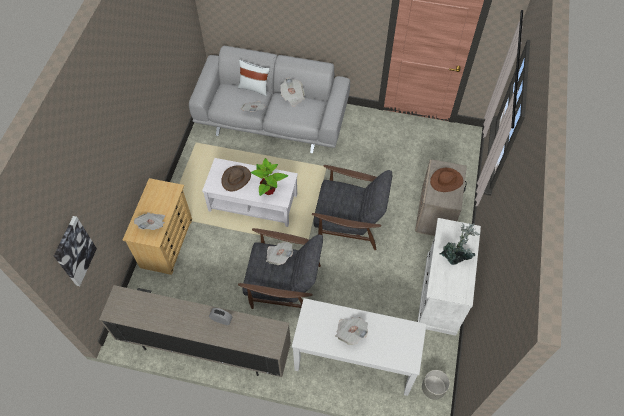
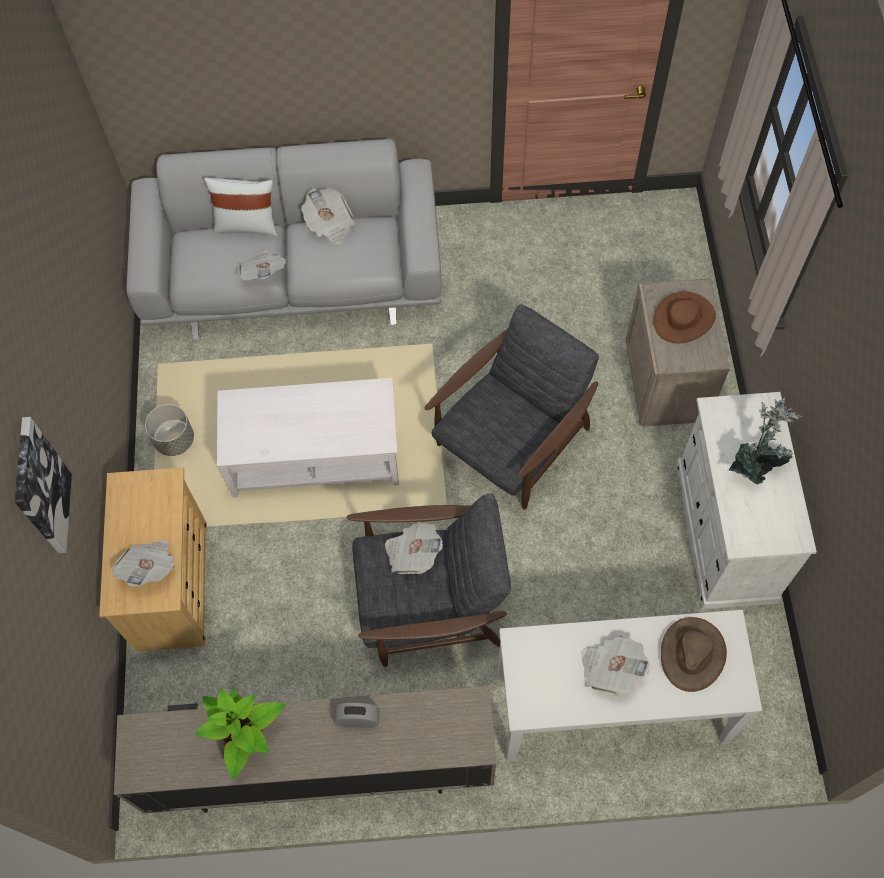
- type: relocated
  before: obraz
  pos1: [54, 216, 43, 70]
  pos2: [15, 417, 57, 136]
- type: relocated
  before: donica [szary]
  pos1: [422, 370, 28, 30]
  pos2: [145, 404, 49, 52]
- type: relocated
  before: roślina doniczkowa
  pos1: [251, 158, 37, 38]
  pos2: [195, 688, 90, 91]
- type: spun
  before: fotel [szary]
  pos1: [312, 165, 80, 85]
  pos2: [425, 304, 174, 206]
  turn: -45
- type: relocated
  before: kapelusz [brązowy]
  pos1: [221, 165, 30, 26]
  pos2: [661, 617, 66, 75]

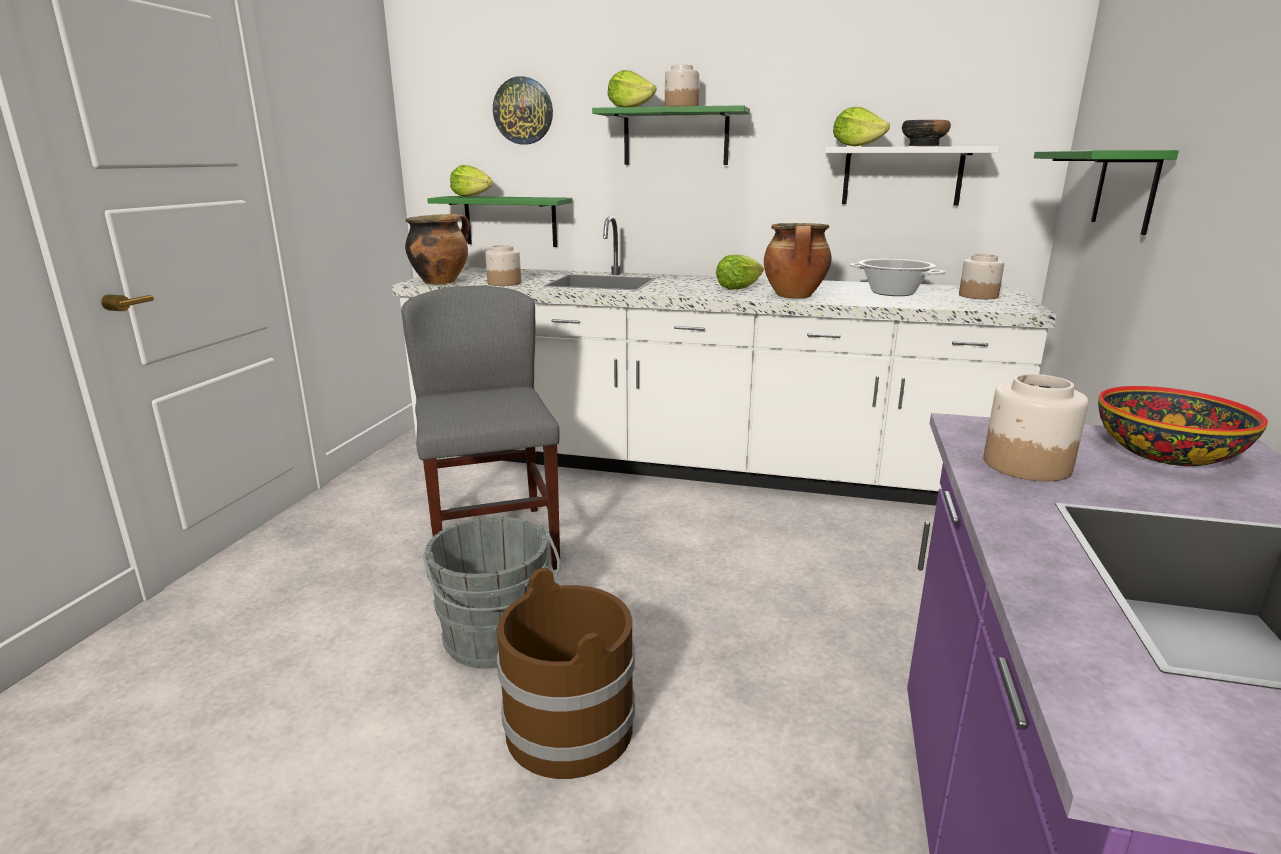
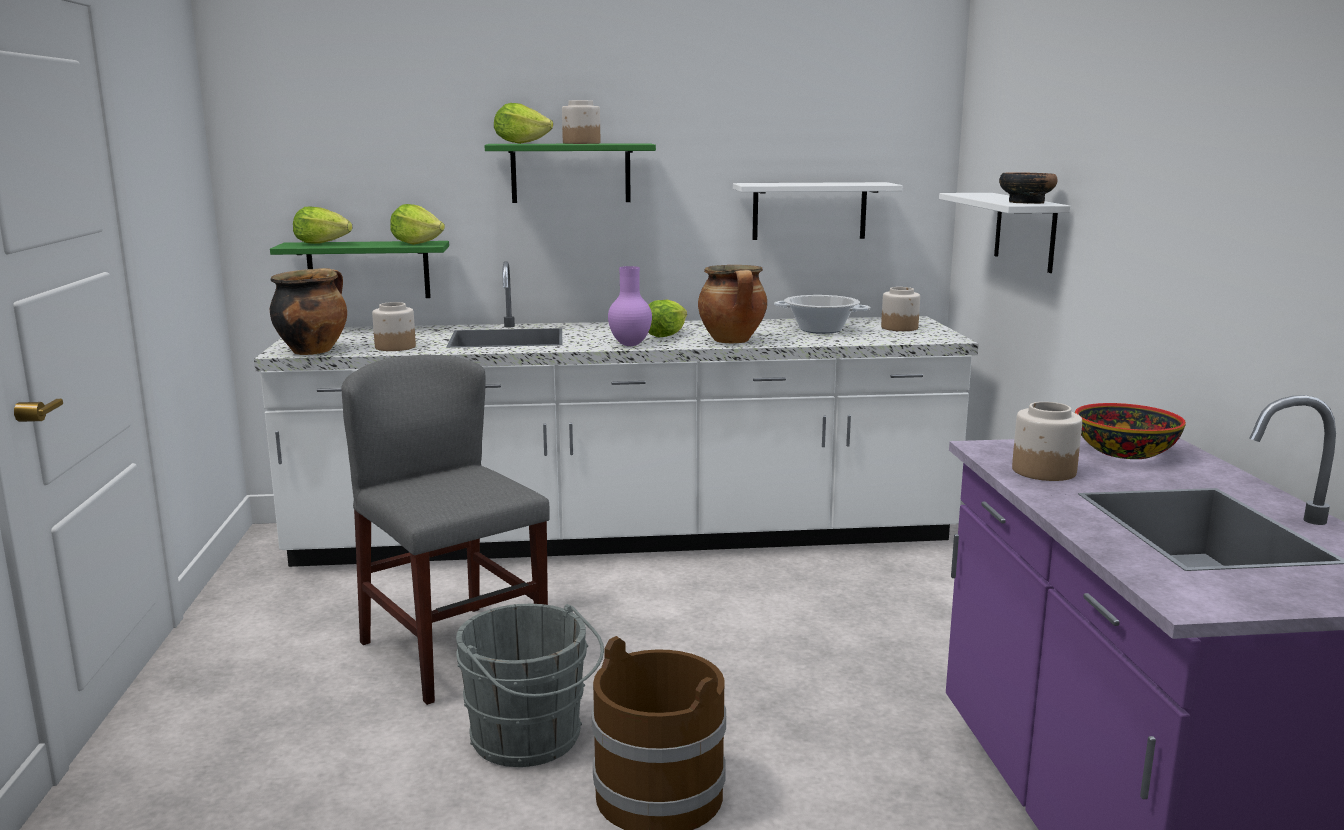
- type: relocated
  before: sałata
  pos1: [833, 107, 57, 39]
  pos2: [390, 204, 55, 41]
- type: appeared
  after: wazon [fioletowy]
  pos2: [608, 266, 44, 80]
- type: colour
  before: półka [zielony]
  after: półka [biały]
  pos1: [1034, 150, 145, 85]
  pos2: [939, 193, 131, 80]
- type: relocated
  before: miska
  pos1: [902, 120, 49, 26]
  pos2: [999, 172, 59, 32]
- type: missing
  before: zegar ścienny
  pos1: [493, 76, 60, 69]

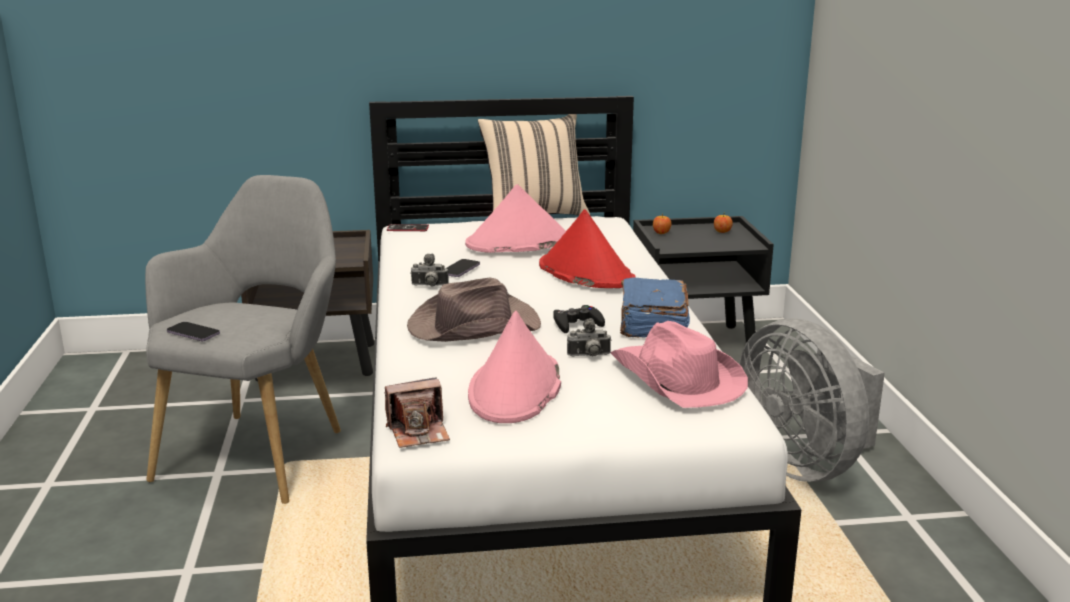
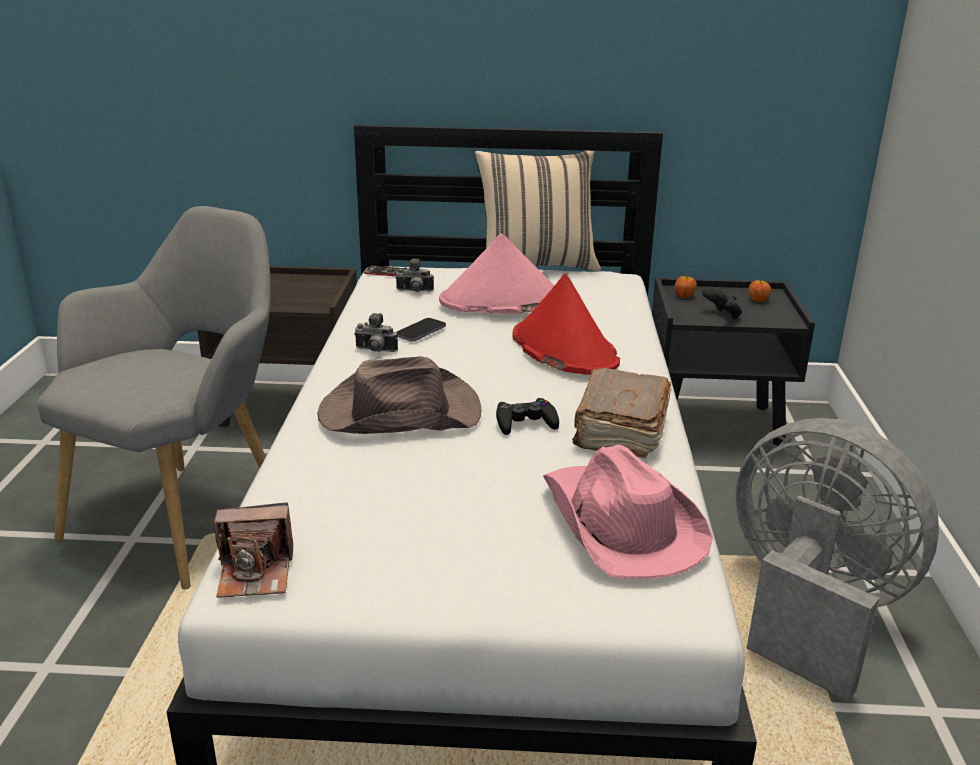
- type: relocated
  before: aparat fotograficzny
  pos1: [567, 318, 44, 38]
  pos2: [395, 259, 39, 33]
- type: colour
  before: książka [niebieski]
  after: książka [brązowy]
  pos1: [620, 278, 70, 60]
  pos2: [572, 368, 99, 90]
- type: appeared
  after: pad do gier [czarny]
  pos2: [702, 288, 40, 31]
- type: spun
  before: wentylator [szary]
  pos1: [739, 318, 146, 164]
  pos2: [735, 418, 204, 283]
  turn: 150
- type: missing
  before: telefon
  pos1: [167, 322, 53, 19]
- type: missing
  before: kapelusz [różowy]
  pos1: [468, 311, 93, 112]

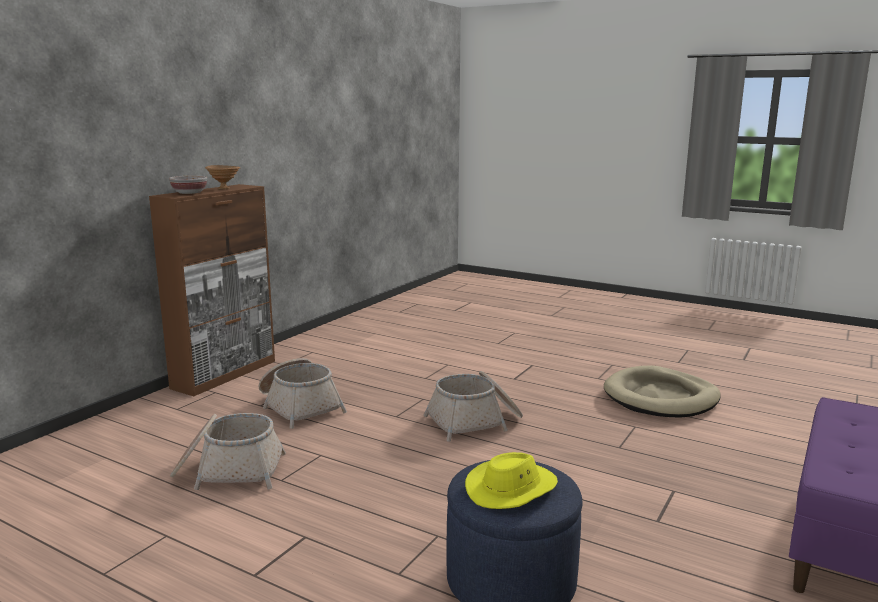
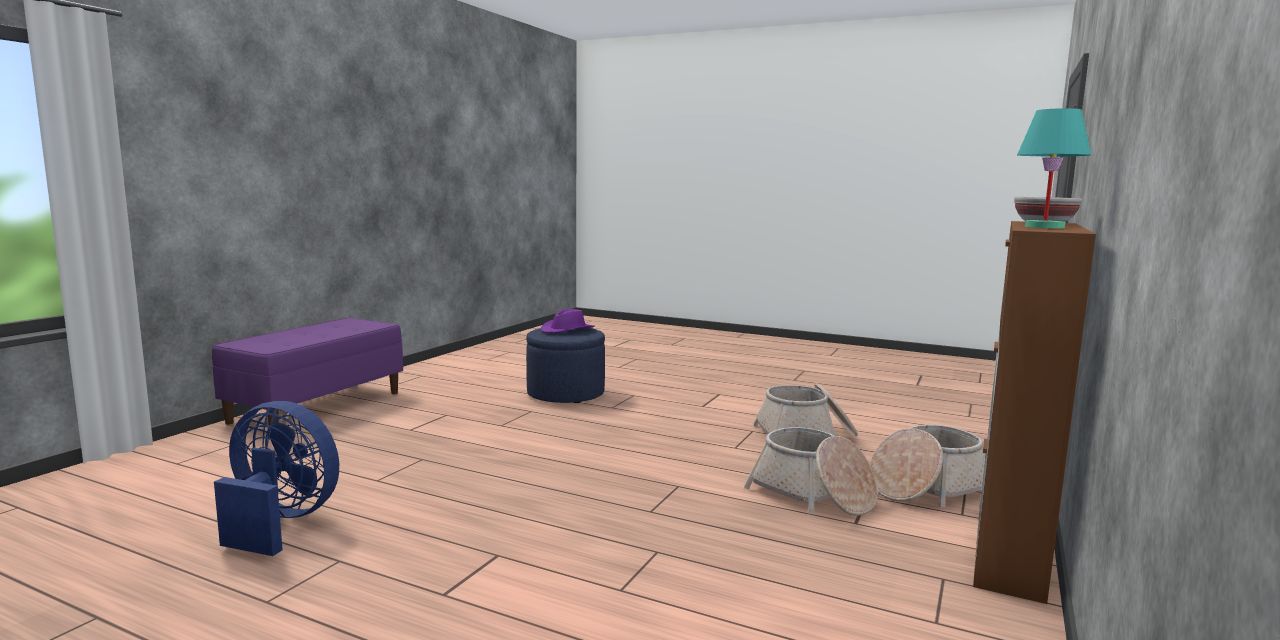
- type: exchanged
  before: legowisko [beżowy]
  after: wentylator [niebieski]
  pos1: [604, 365, 117, 53]
  pos2: [214, 401, 125, 155]
- type: colour
  before: kapelusz [żółty]
  after: kapelusz [fioletowy]
  pos1: [465, 452, 93, 57]
  pos2: [541, 309, 54, 24]
- type: relocated
  before: koszyk
  pos1: [424, 371, 99, 71]
  pos2: [870, 425, 115, 83]
- type: exchanged
  before: miska [brązowy]
  after: lampa stołowa [turkusowy]
  pos1: [205, 165, 35, 24]
  pos2: [1017, 108, 74, 120]

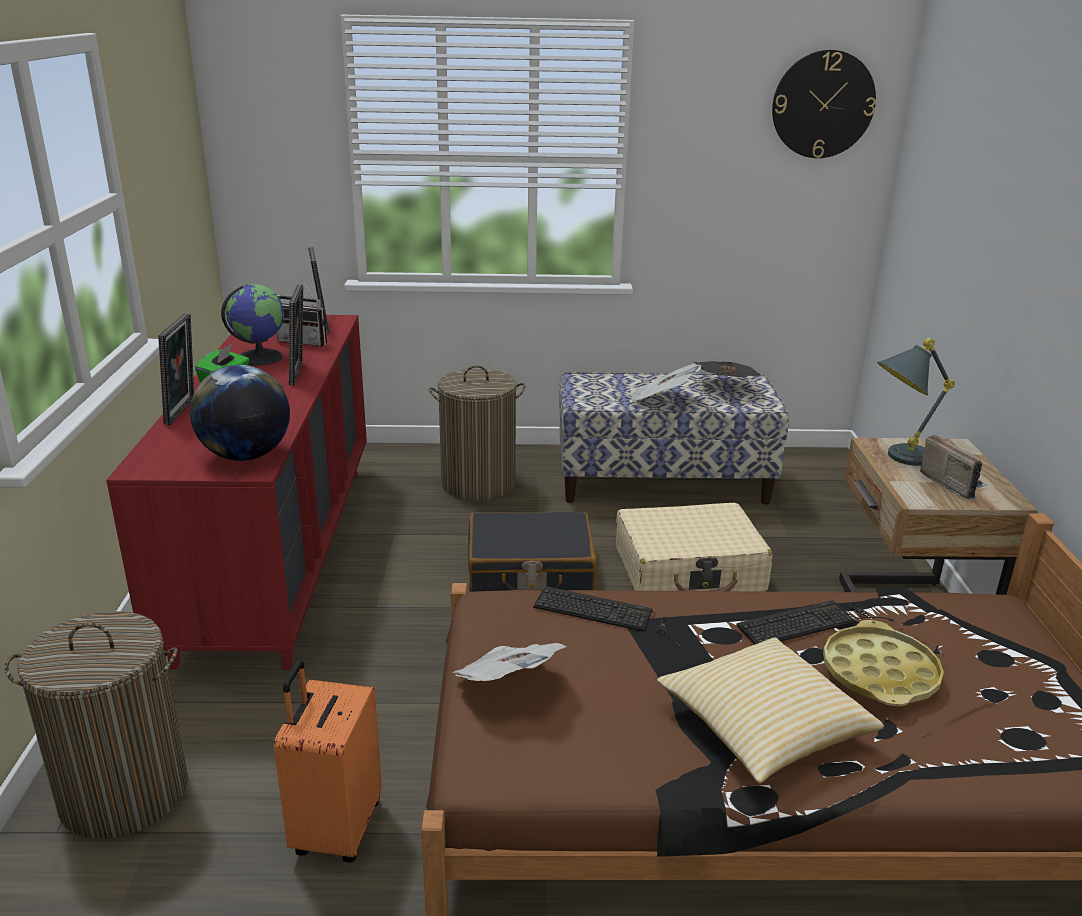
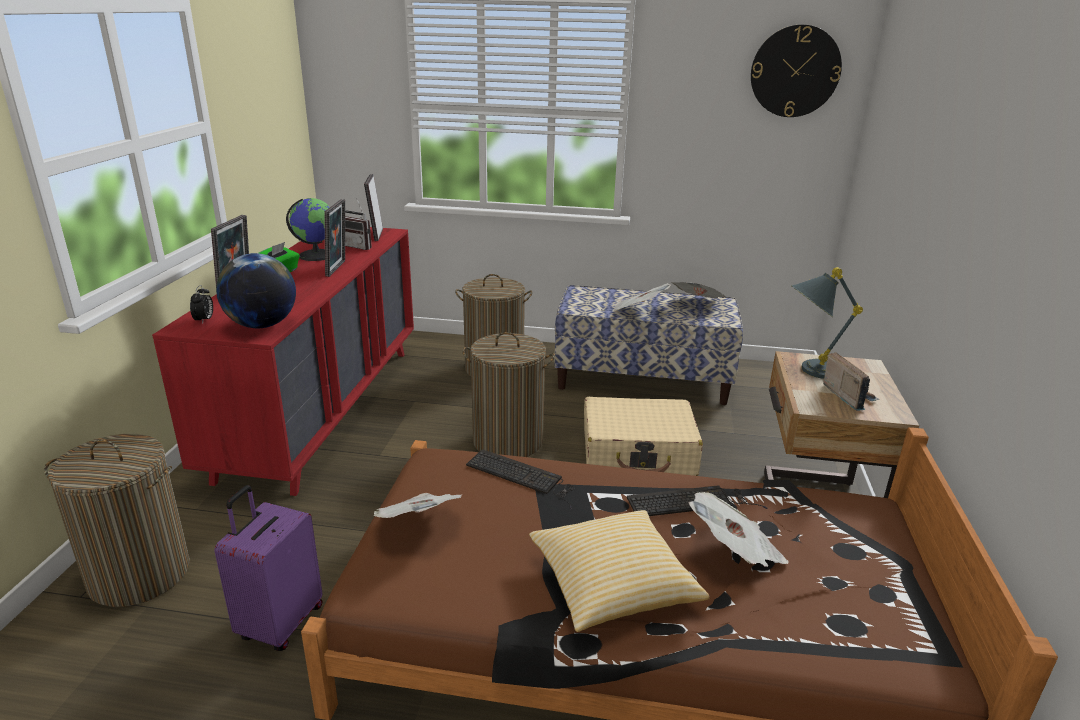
- type: appeared
  after: budzik
  pos2: [190, 285, 23, 39]
- type: colour
  before: walizka [pomarańczowy]
  after: walizka [fioletowy]
  pos1: [274, 660, 108, 203]
  pos2: [214, 485, 108, 166]
- type: exchanged
  before: walizka [czarny]
  after: kosz na pranie
  pos1: [468, 512, 129, 80]
  pos2: [462, 332, 93, 125]
- type: exchanged
  before: taca [żółty]
  after: gazeta
  pos1: [823, 620, 121, 86]
  pos2: [688, 492, 100, 75]

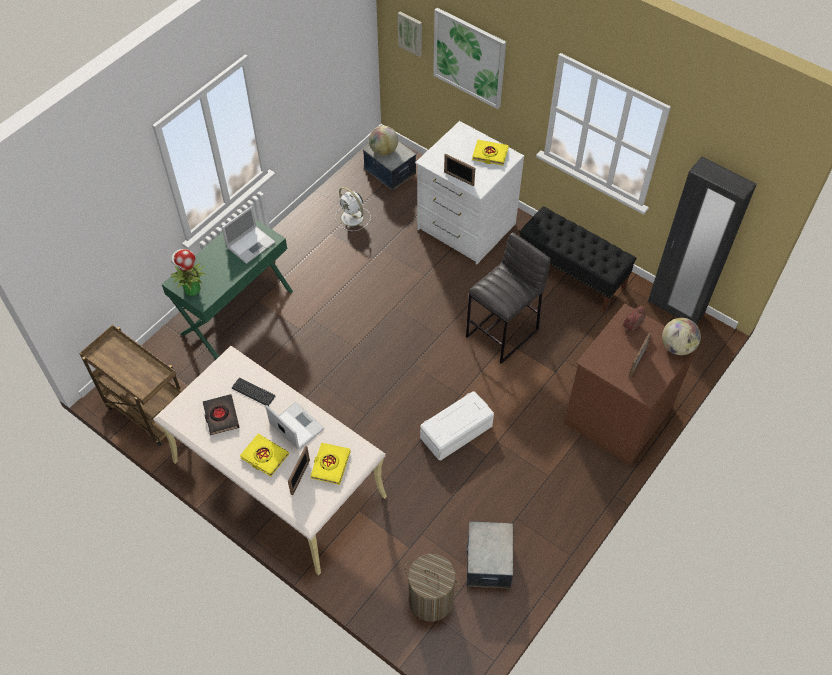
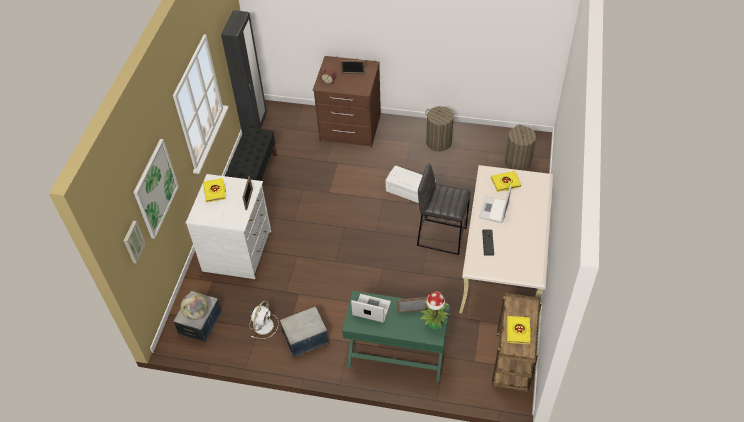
- type: relocated
  before: pojemnik do przechowywania
  pos1: [466, 521, 48, 68]
  pos2: [280, 306, 49, 51]
- type: relocated
  before: ramka na zdjęcie
  pos1: [288, 445, 22, 50]
  pos2: [397, 297, 31, 16]
- type: relocated
  before: stołek [szary]
  pos1: [466, 232, 85, 132]
  pos2: [417, 164, 54, 91]
- type: appeared
  after: kosz na pranie
  pos2: [426, 106, 29, 45]
- type: relocated
  before: książka [żółty]
  pos1: [240, 434, 49, 43]
  pos2: [507, 316, 24, 28]
- type: missing
  before: książka [czarny]
  pos1: [203, 394, 36, 41]
- type: missing
  before: globus
  pos1: [662, 318, 39, 37]

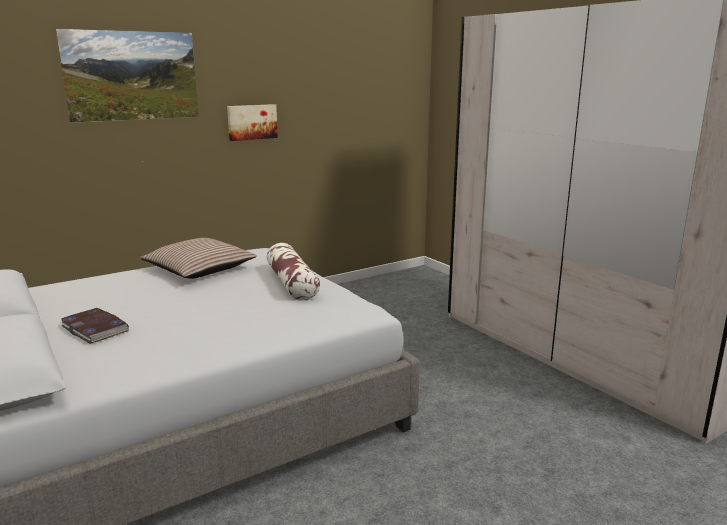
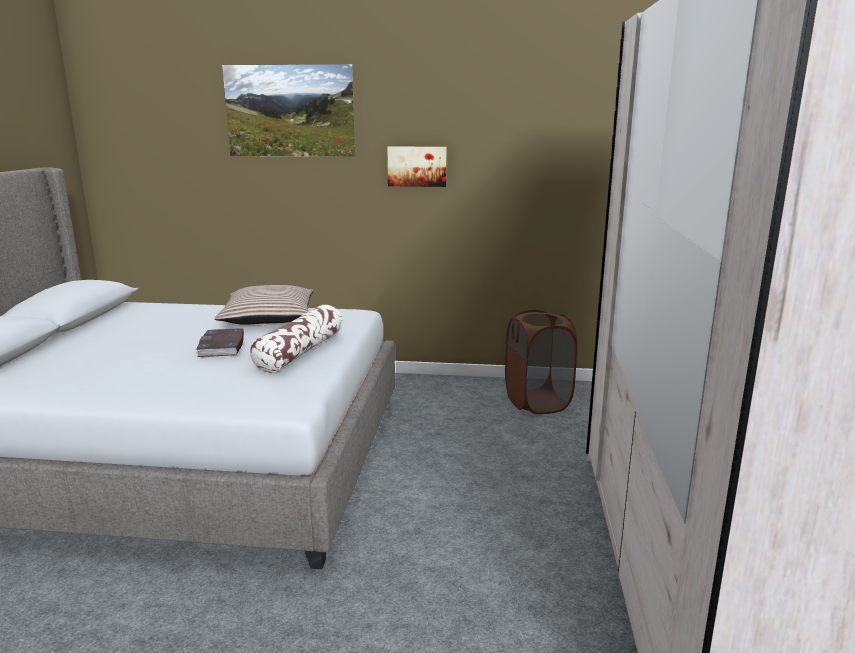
- type: relocated
  before: książka
  pos1: [59, 308, 70, 36]
  pos2: [196, 328, 48, 29]
- type: appeared
  after: kosz na pranie [brązowy]
  pos2: [505, 310, 72, 104]

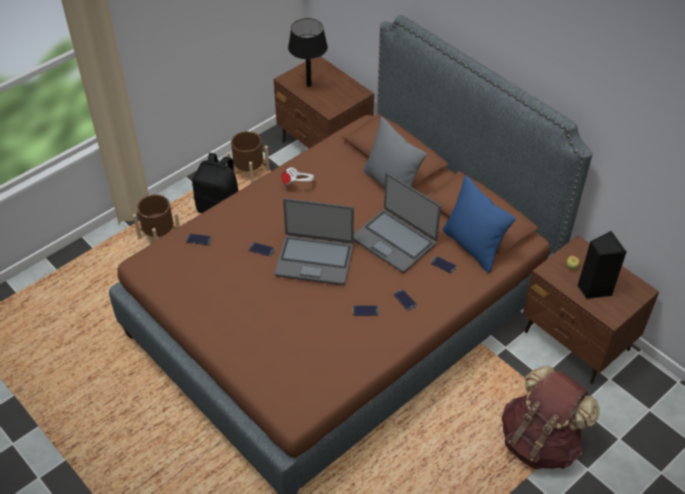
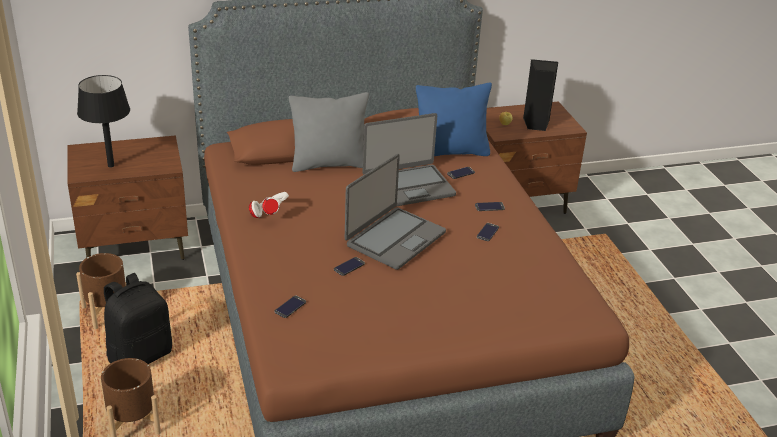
- type: missing
  before: plecak [brązowy]
  pos1: [502, 366, 98, 103]

